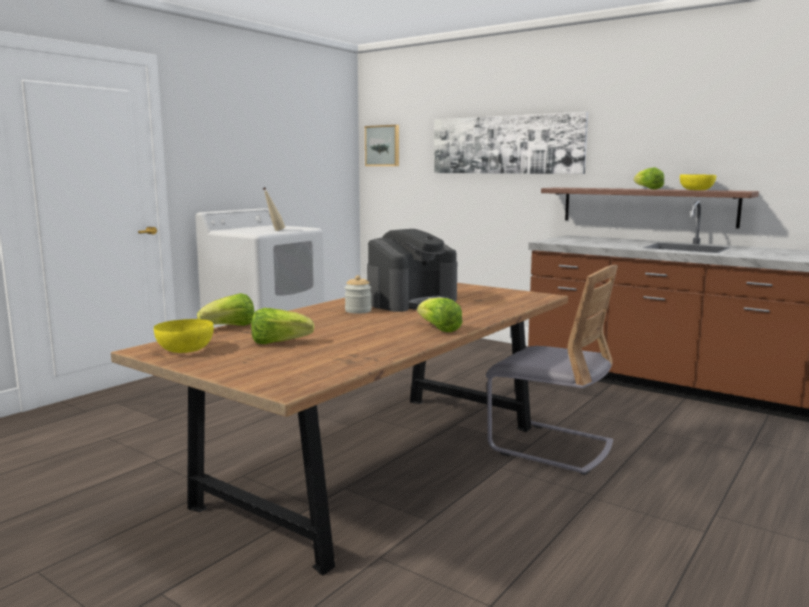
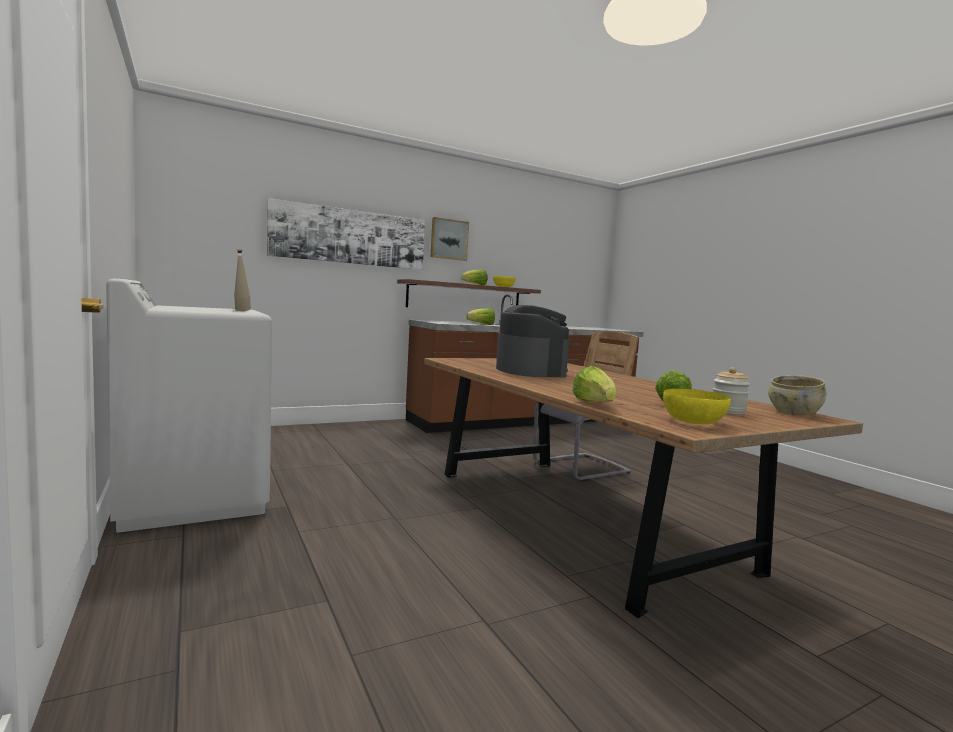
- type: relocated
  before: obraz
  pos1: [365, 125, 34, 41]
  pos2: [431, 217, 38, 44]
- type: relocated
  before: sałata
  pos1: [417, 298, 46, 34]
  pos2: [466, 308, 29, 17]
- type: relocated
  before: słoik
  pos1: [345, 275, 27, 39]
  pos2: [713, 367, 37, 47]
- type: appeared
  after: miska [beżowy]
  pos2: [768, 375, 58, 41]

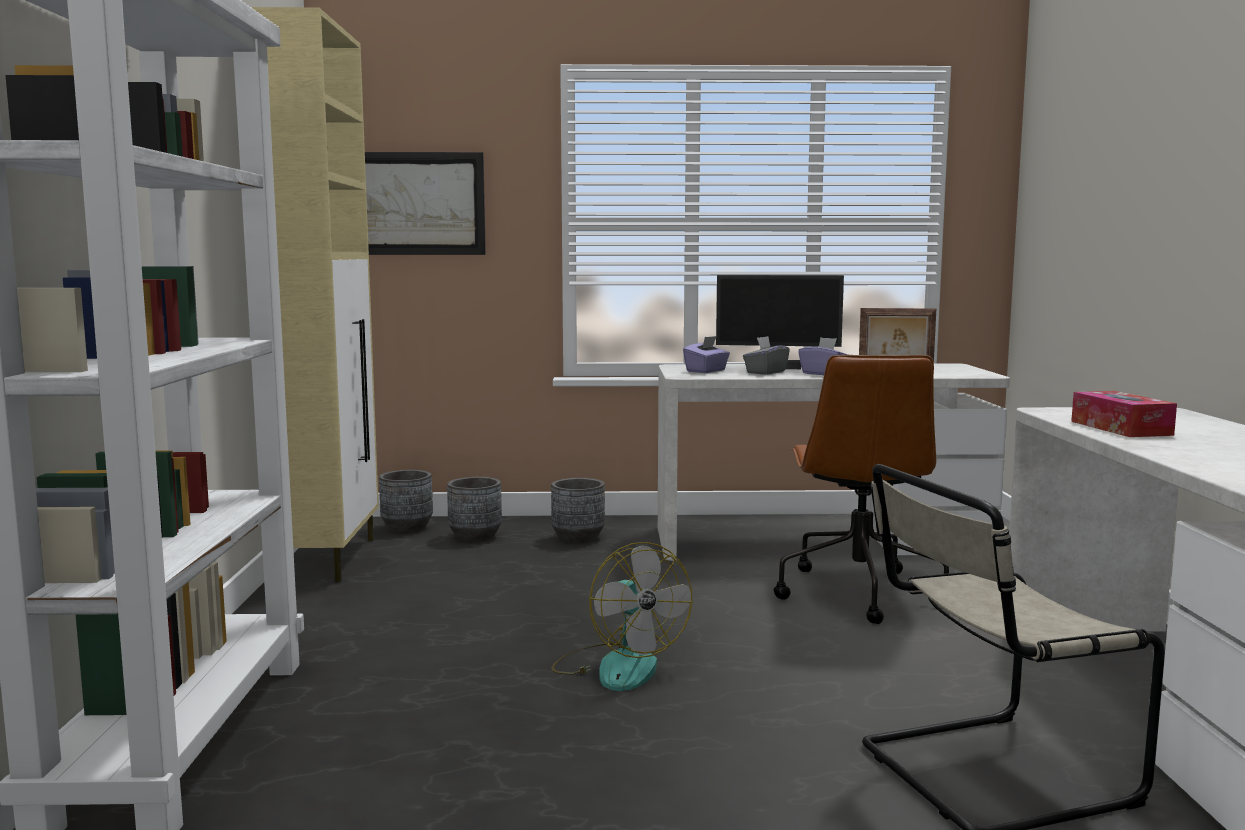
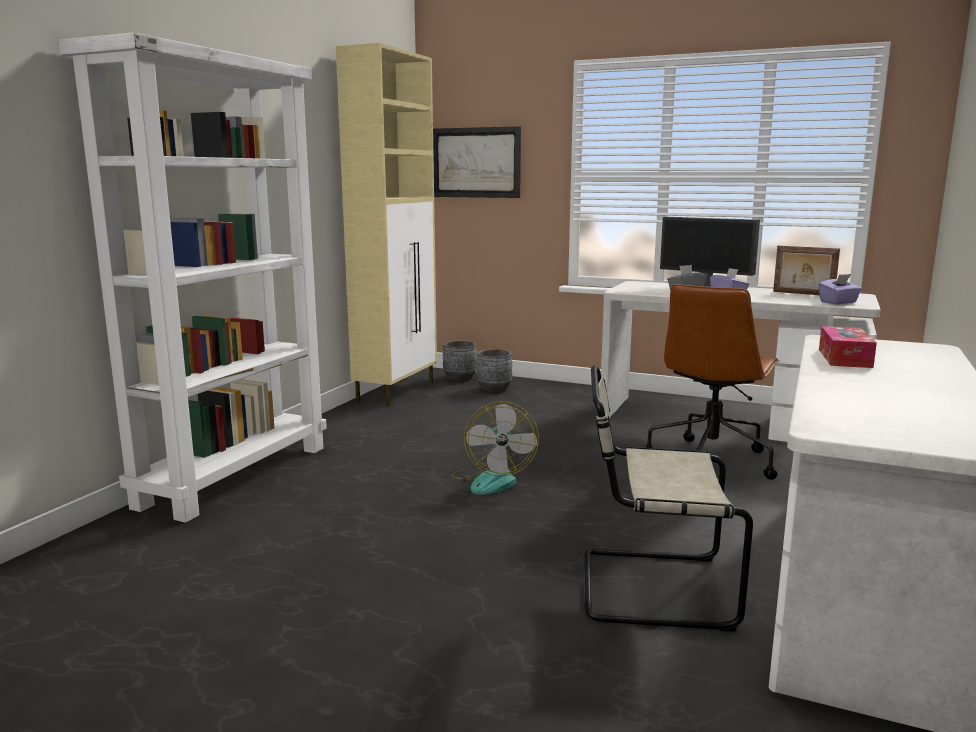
- type: relocated
  before: pudełko chusteczek [fioletowy]
  pos1: [683, 336, 47, 37]
  pos2: [819, 274, 43, 31]
- type: missing
  before: donica [szary]
  pos1: [551, 478, 54, 65]

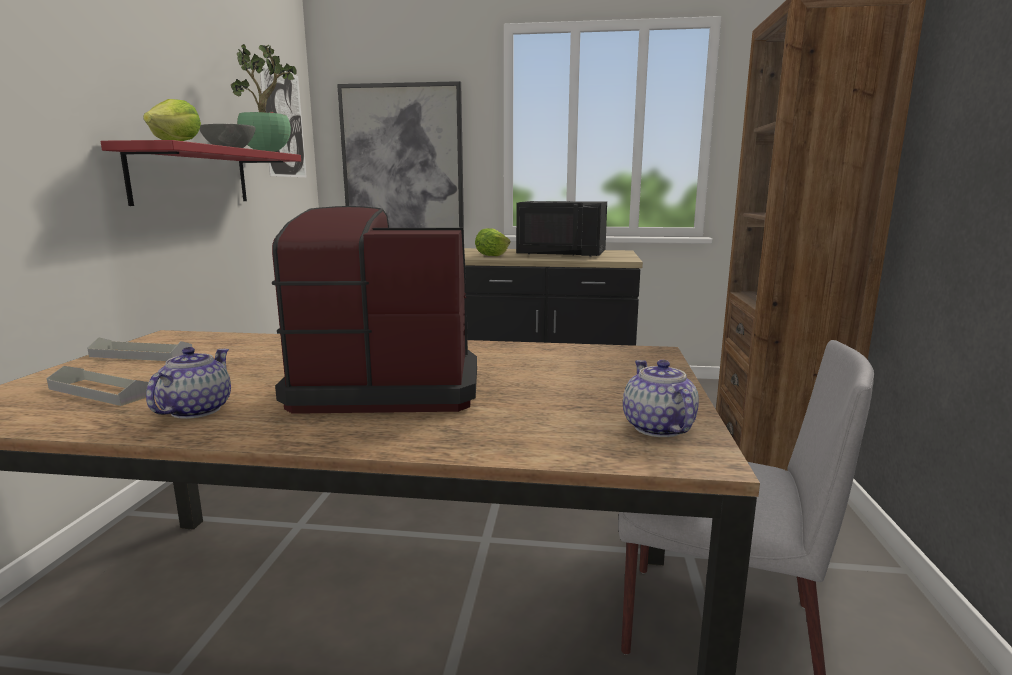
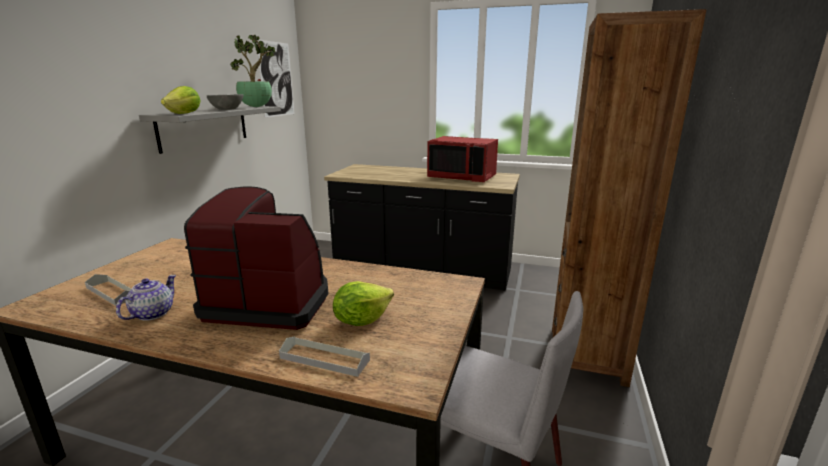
- type: colour
  before: półka [czerwony]
  after: półka [szary]
  pos1: [101, 140, 200, 66]
  pos2: [139, 106, 142, 48]
- type: relocated
  before: taca [szary]
  pos1: [87, 337, 105, 24]
  pos2: [279, 336, 91, 41]
- type: relocated
  before: sałata
  pos1: [475, 228, 35, 28]
  pos2: [333, 281, 61, 45]
- type: colour
  before: mikrofalówka [czarny]
  after: mikrofalówka [czerwony]
  pos1: [516, 201, 91, 56]
  pos2: [427, 136, 71, 46]
- type: missing
  before: obraz
  pos1: [337, 81, 127, 152]
- type: missing
  before: imbryk
  pos1: [623, 360, 76, 77]

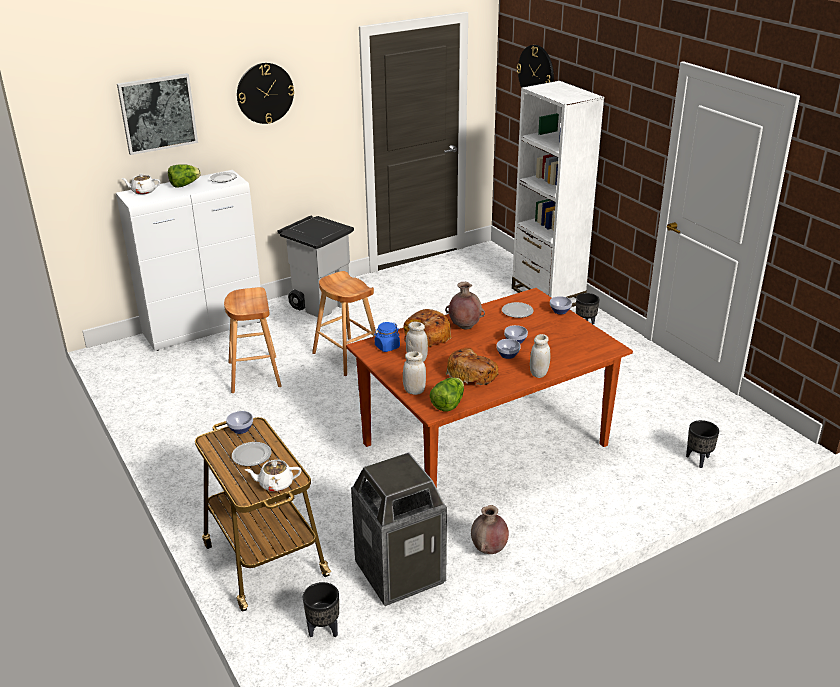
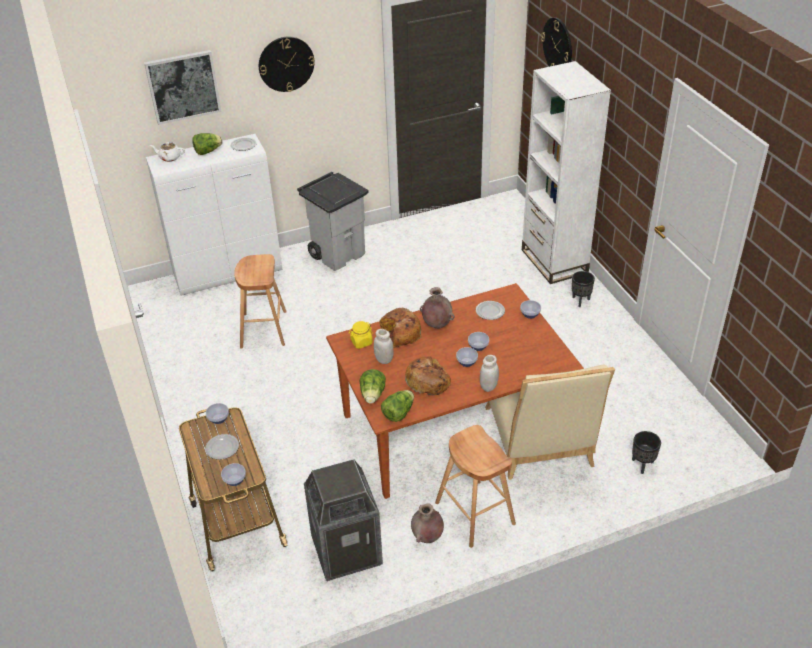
- type: exchanged
  before: imbryk [biały]
  after: miska
  pos1: [245, 460, 56, 32]
  pos2: [221, 463, 25, 23]
- type: colour
  before: słoik [niebieski]
  after: słoik [żółty]
  pos1: [374, 322, 26, 30]
  pos2: [349, 321, 24, 28]
- type: exchanged
  before: słoik [biały]
  after: sałata
  pos1: [403, 351, 23, 44]
  pos2: [360, 369, 26, 35]
- type: relocated
  before: stołek [brązowy]
  pos1: [312, 271, 64, 105]
  pos2: [435, 425, 81, 123]
- type: appeared
  after: krzesło [beżowy]
  pos2: [485, 364, 130, 116]
- type: missing
  before: donica [czarny]
  pos1: [303, 582, 36, 55]

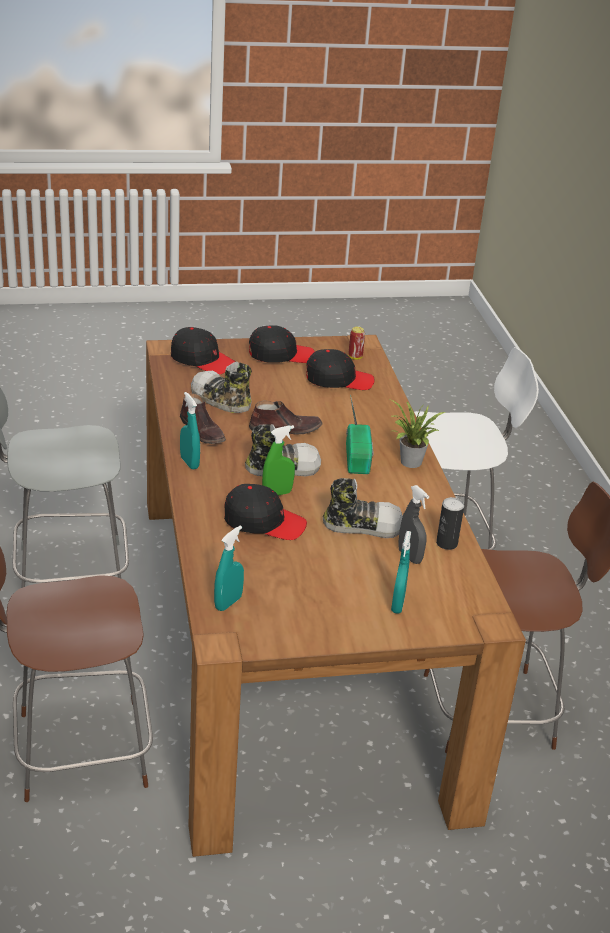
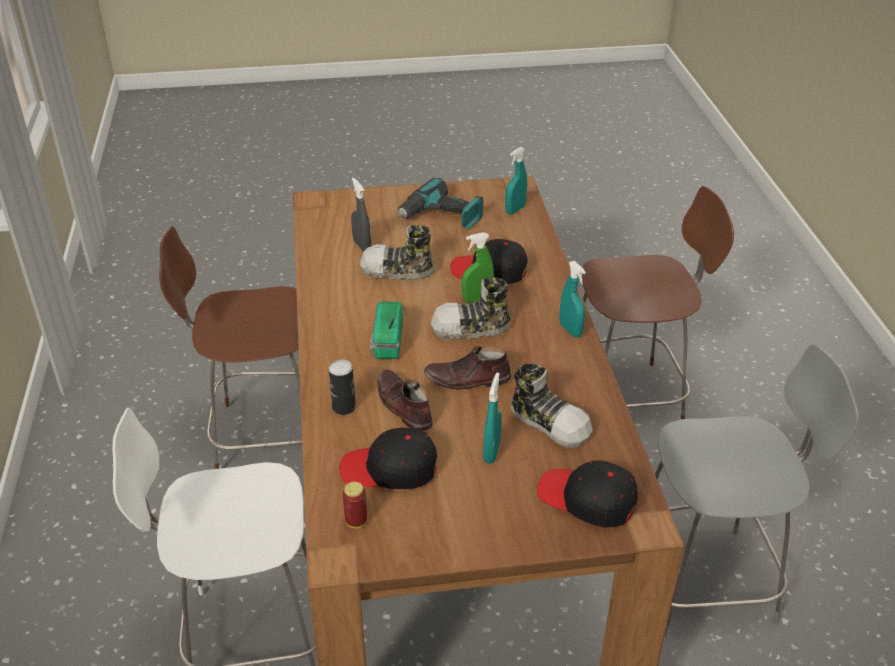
- type: relocated
  before: puszka
  pos1: [436, 497, 28, 53]
  pos2: [329, 359, 27, 56]
- type: relocated
  before: but [brązowy]
  pos1: [180, 393, 46, 51]
  pos2: [377, 370, 56, 61]
- type: appeared
  after: wiertarka
  pos2: [397, 178, 86, 52]
- type: relocated
  before: spryskiwacz [turkusowy]
  pos1: [391, 531, 20, 82]
  pos2: [483, 373, 19, 90]
- type: missing
  before: czapka z daszkiem [czarny]
  pos1: [249, 325, 66, 38]
- type: missing
  before: roślina doniczkowa
  pos1: [391, 400, 54, 68]

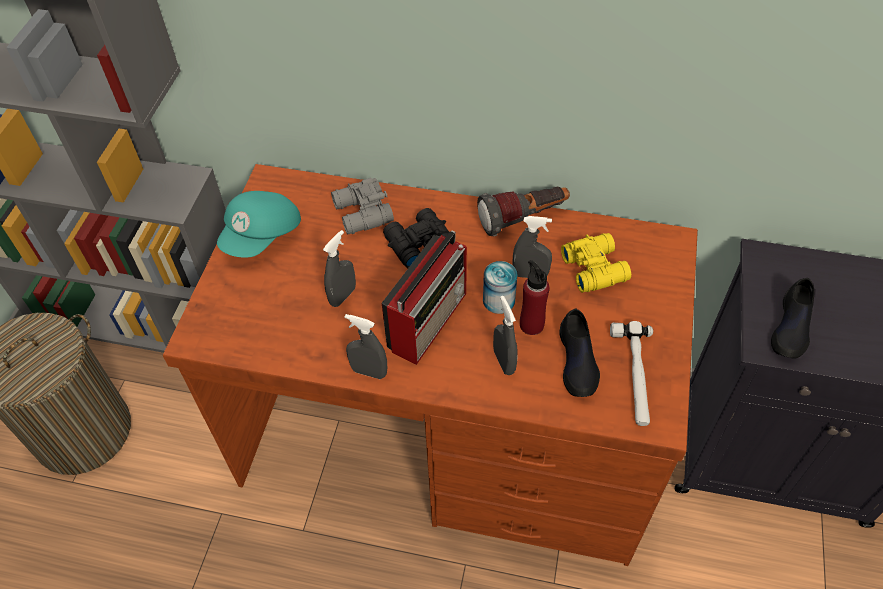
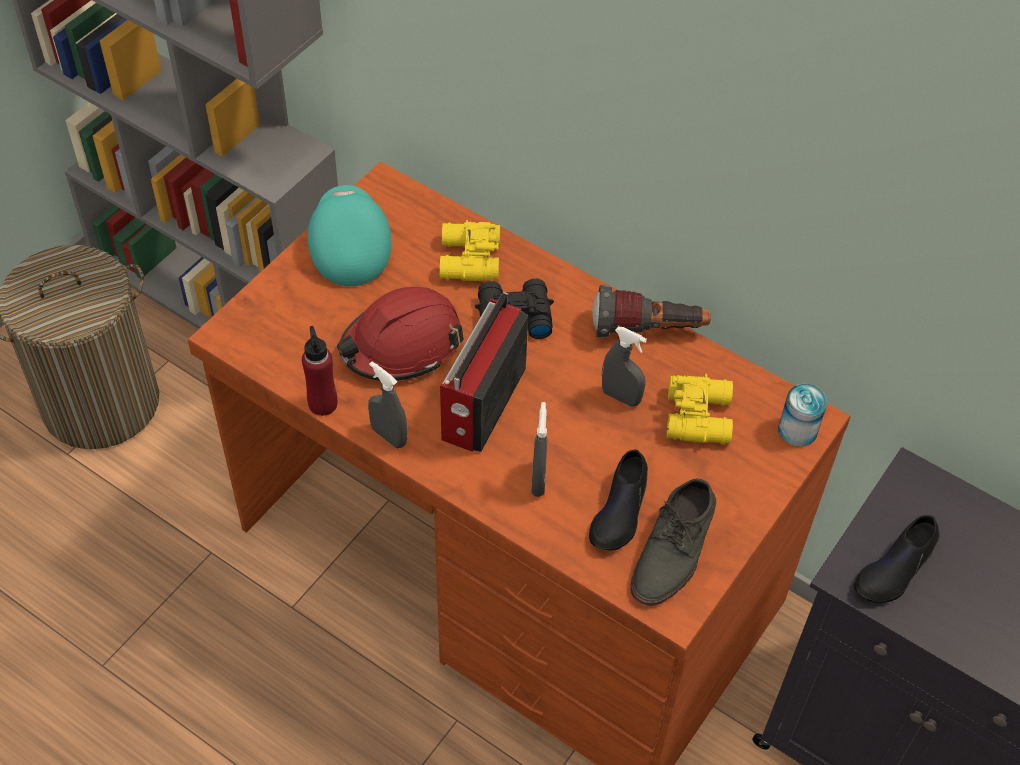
- type: relocated
  before: butelka [czerwony]
  pos1: [520, 260, 30, 75]
  pos2: [302, 326, 35, 90]
- type: spun
  before: czapka z daszkiem [turkusowy]
  pos1: [217, 191, 84, 66]
  pos2: [308, 185, 84, 101]
  turn: 120
- type: exchanged
  before: spryskiwacz [szary]
  after: kask [czerwony]
  pos1: [323, 230, 33, 77]
  pos2: [337, 287, 127, 94]
- type: colour
  before: lornetka [szary]
  after: lornetka [żółty]
  pos1: [331, 178, 63, 57]
  pos2: [440, 220, 60, 61]
- type: spun
  before: radio
  pos1: [382, 230, 85, 135]
  pos2: [440, 292, 88, 160]
  turn: 150
- type: exchanged
  before: młotek
  after: but [szary]
  pos1: [610, 321, 43, 105]
  pos2: [630, 479, 86, 127]
- type: relocated
  before: puszka
  pos1: [483, 261, 34, 53]
  pos2: [778, 384, 49, 63]

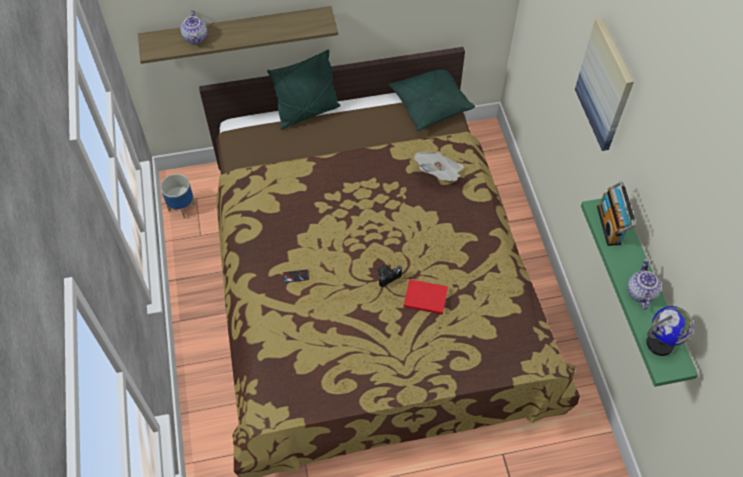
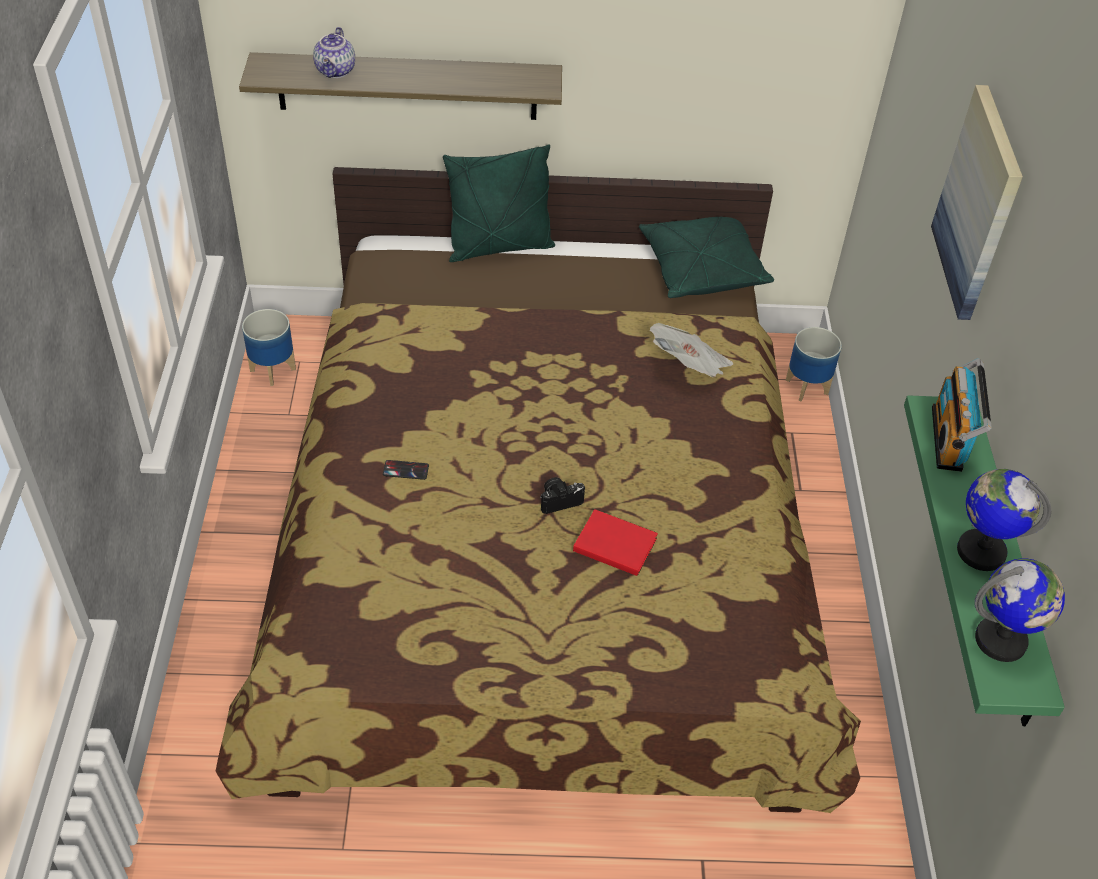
- type: appeared
  after: donica
  pos2: [785, 327, 57, 75]
- type: exchanged
  before: imbryk
  after: globus
  pos1: [627, 258, 34, 52]
  pos2: [957, 469, 94, 102]

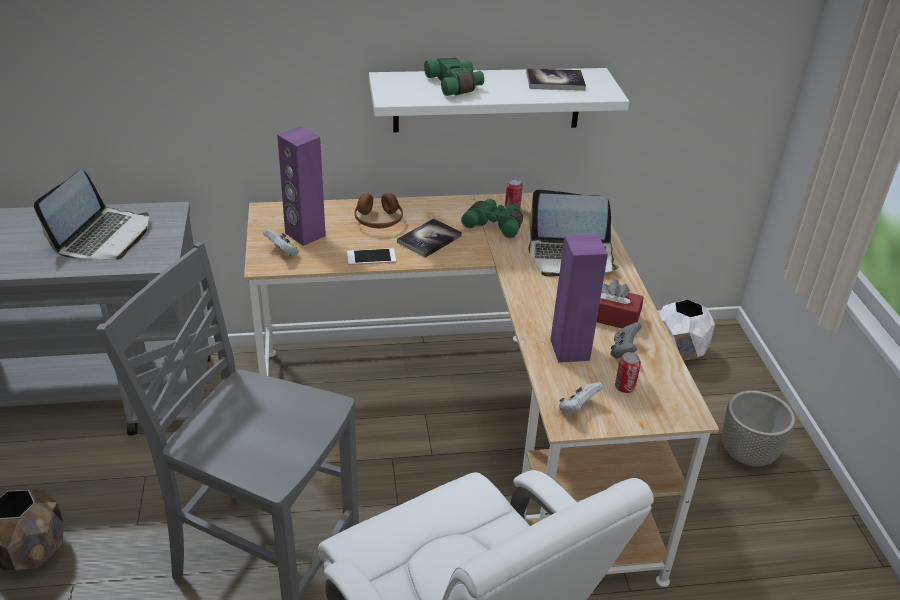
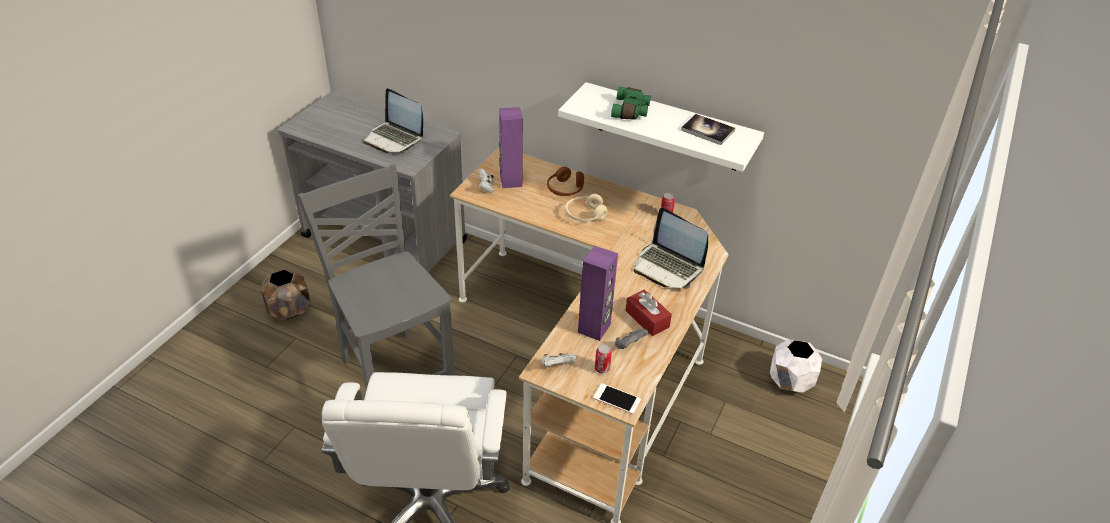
- type: spun
  before: laptop
  pos1: [34, 170, 115, 90]
  pos2: [363, 88, 60, 65]
  turn: 75
- type: exchanged
  before: książka
  after: słuchawki [beżowy]
  pos1: [397, 218, 65, 40]
  pos2: [565, 194, 43, 27]
- type: relocated
  before: telefon
  pos1: [347, 248, 49, 17]
  pos2: [593, 383, 48, 31]
- type: missing
  before: lornetka [zielony]
  pos1: [461, 199, 62, 39]
- type: missing
  before: donica [szary]
  pos1: [722, 390, 73, 77]

